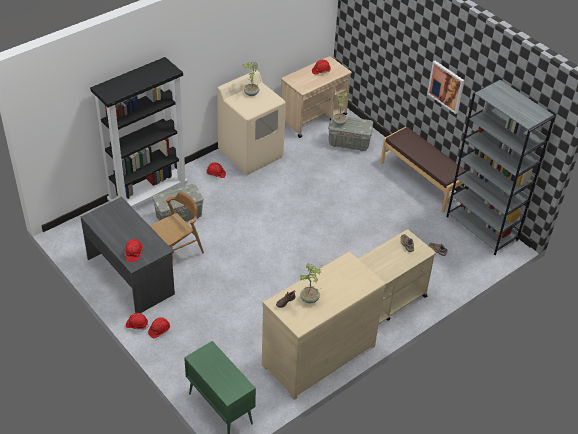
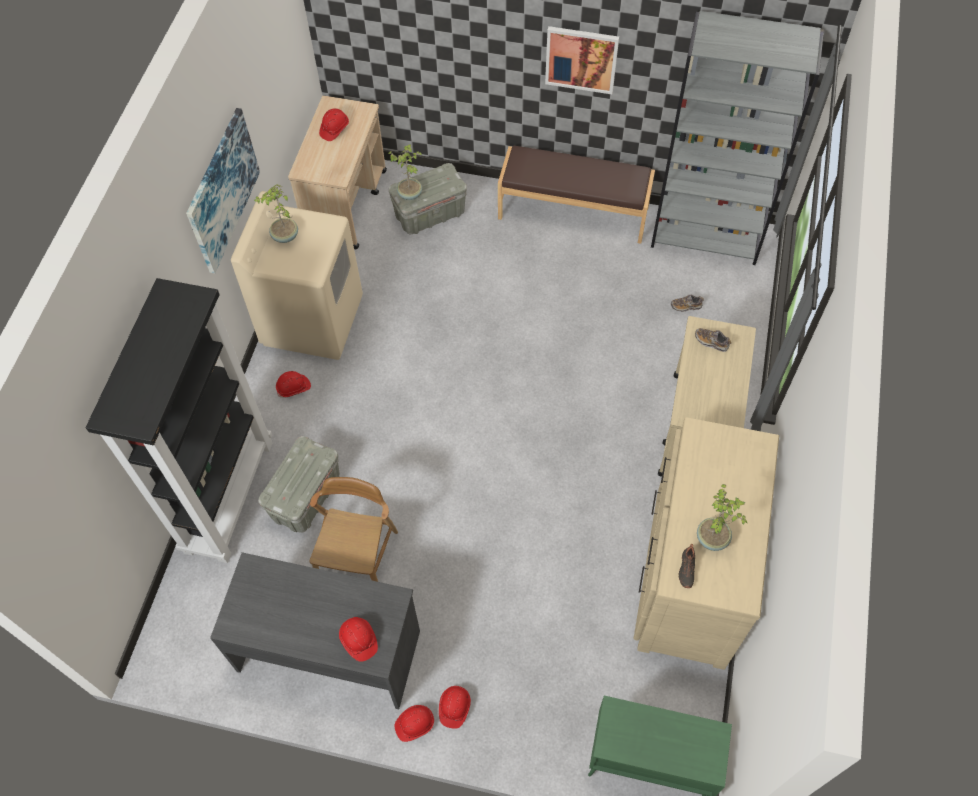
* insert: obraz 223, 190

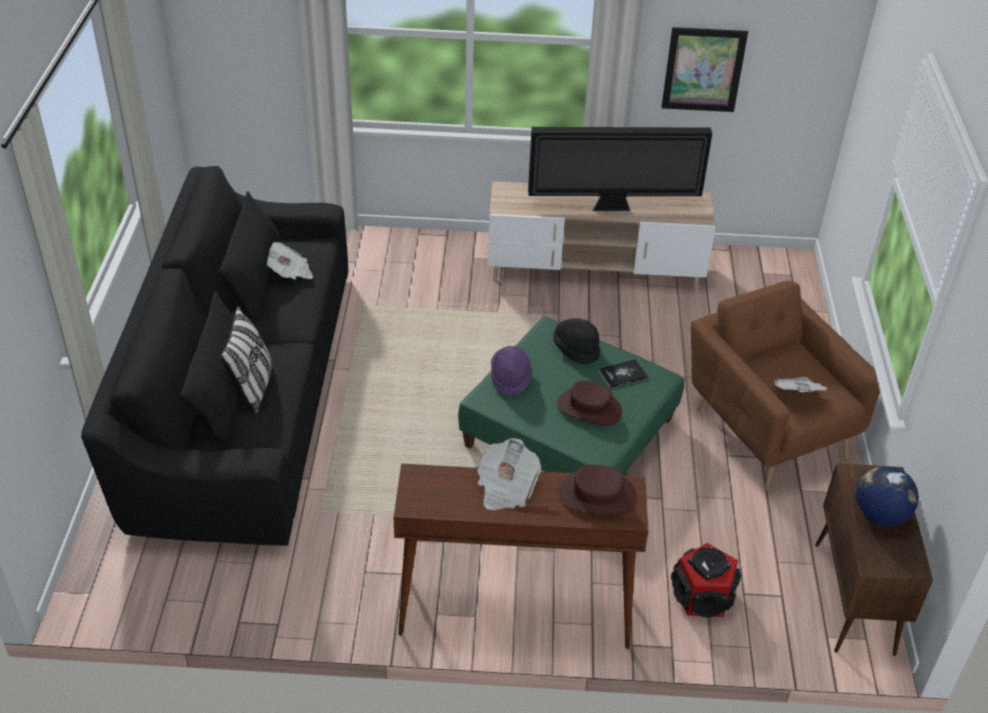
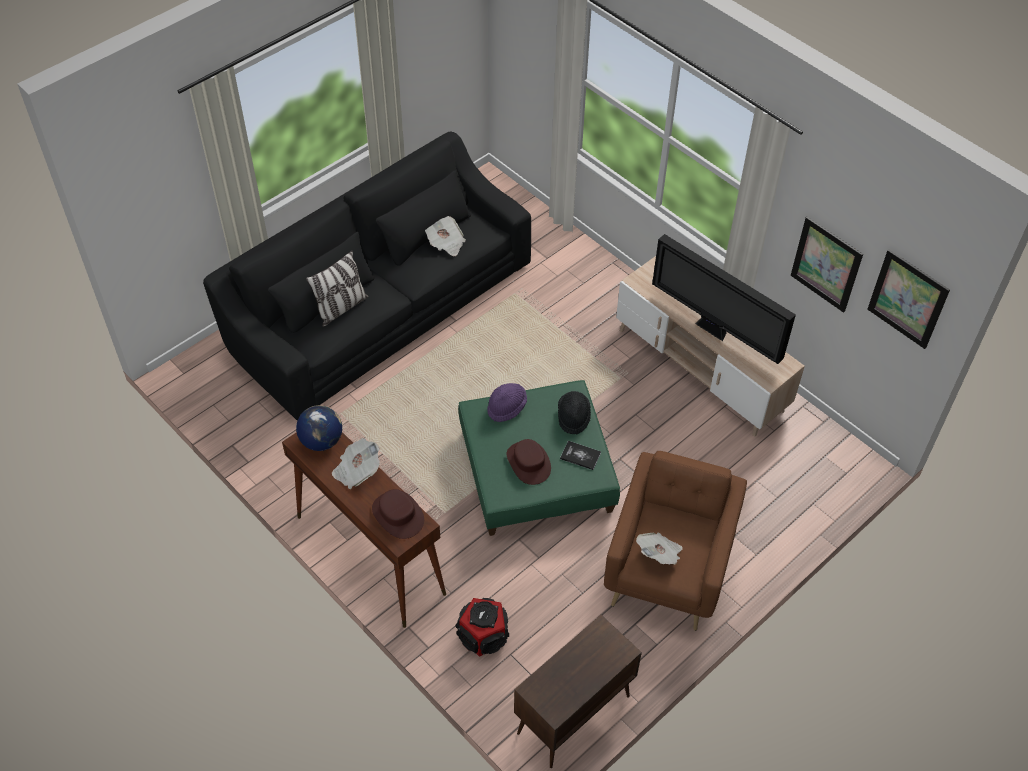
* move: globus 887, 496 to 319, 428
* insert: obraz 908, 299

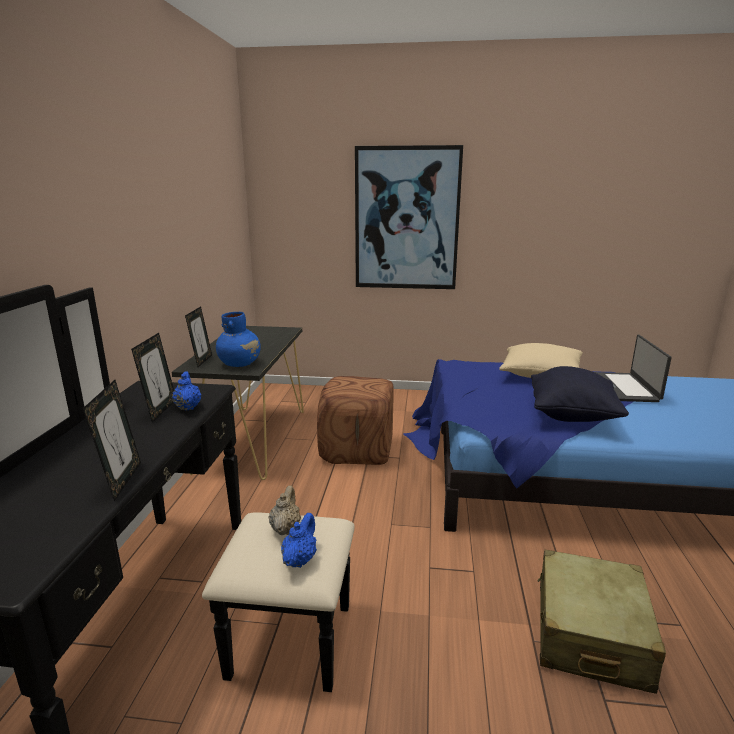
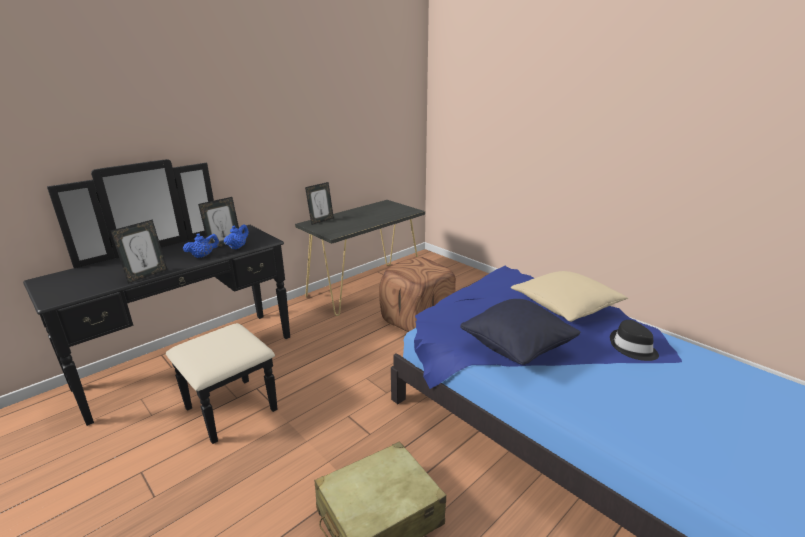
* delete: obraz 409, 217
* delete: wazon/niebieski 238, 339
* replace: laptop 633, 368 to kapelusz/czarny 634, 340
* delete: imbryk/beżowy 285, 510
* move: imbryk/niebieski 299, 540 to 201, 245

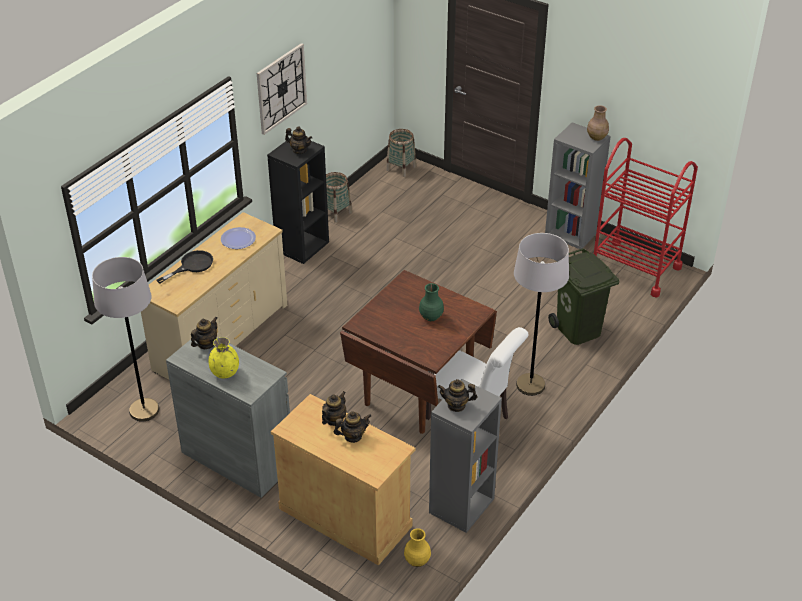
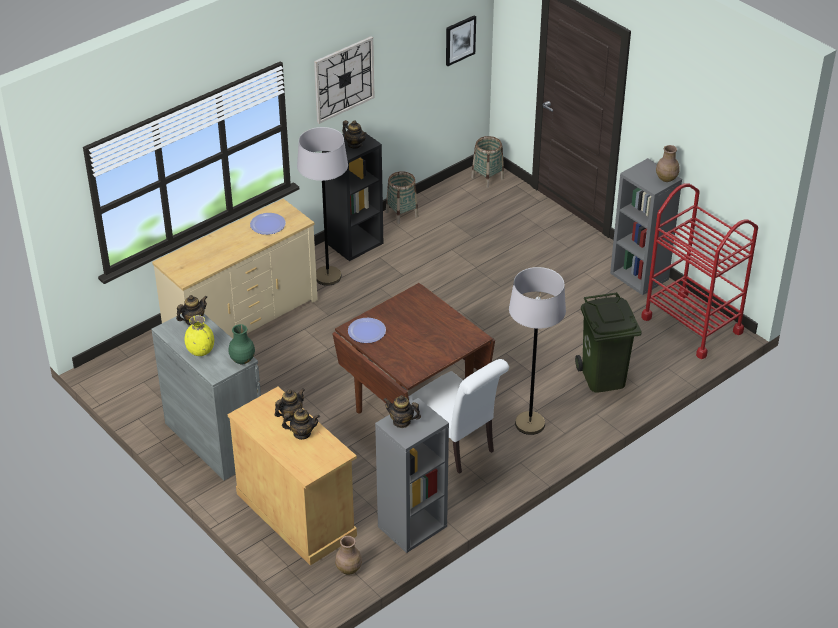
* delete: patelnia/czarny 185, 266
* move: lampa stojąca/szary 125, 339 to 322, 206
* move: wazon/zielony 431, 302 to 242, 344
* recolor: wazon/żółty 417, 547 to wazon/brązowy 348, 555
* insert: obraz 461, 40
* insert: talerz 367, 330

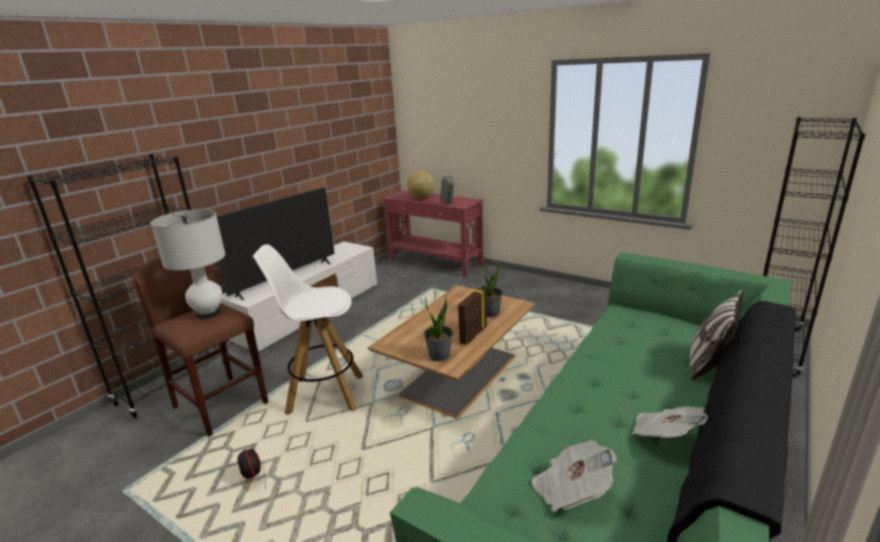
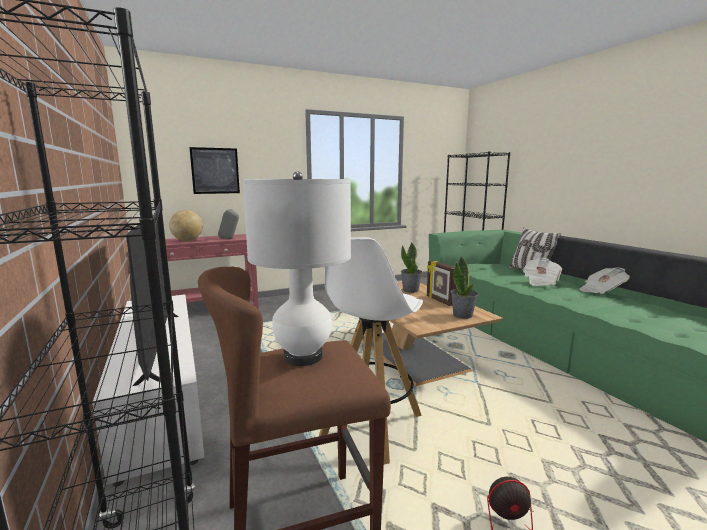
* move: gazeta 574, 476 to 543, 272
* insert: obraz 214, 170

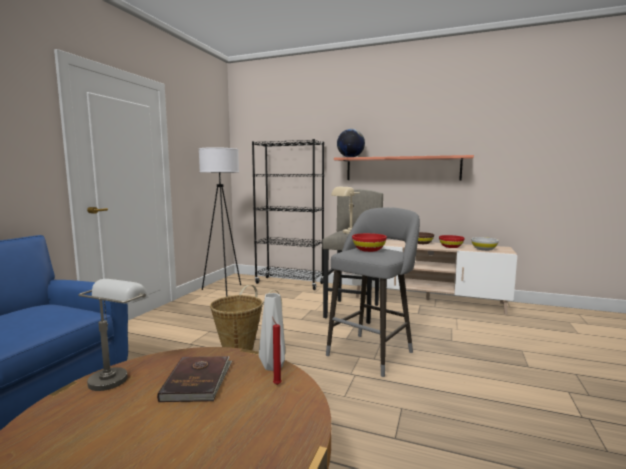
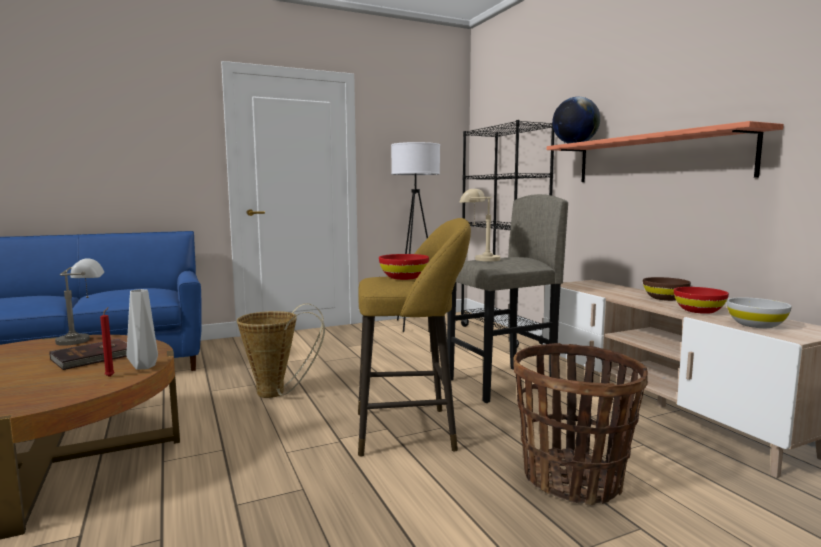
* recolor: stołek/szary 373, 292 to stołek/żółty 414, 337
* insert: koszyk 580, 424

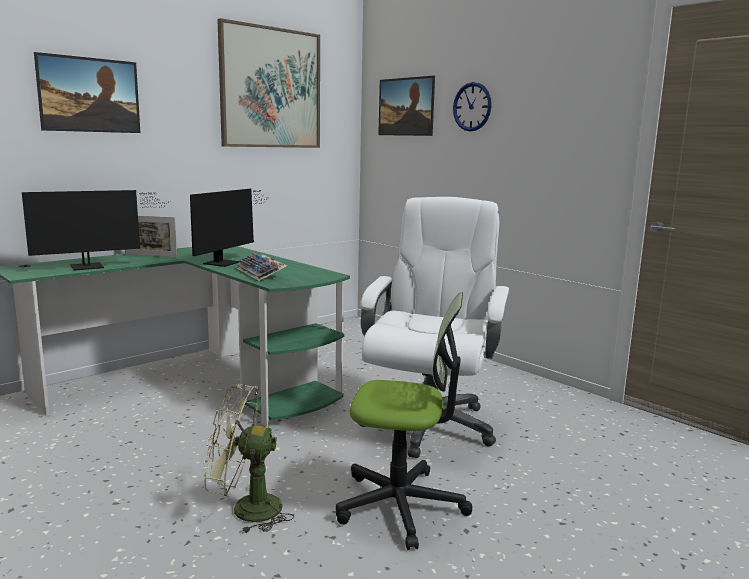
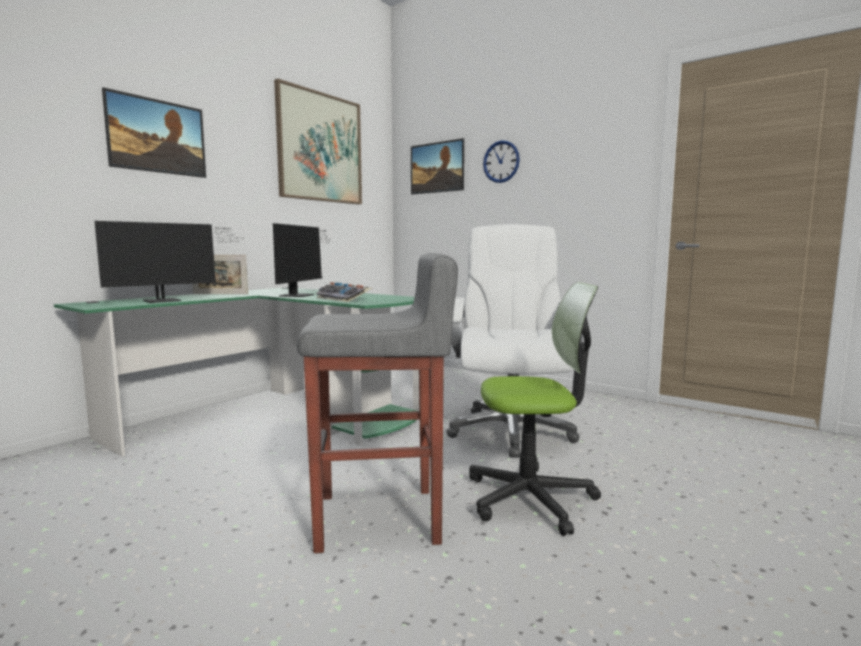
* replace: wentylator/zielony 248, 459 to stołek/szary 377, 403

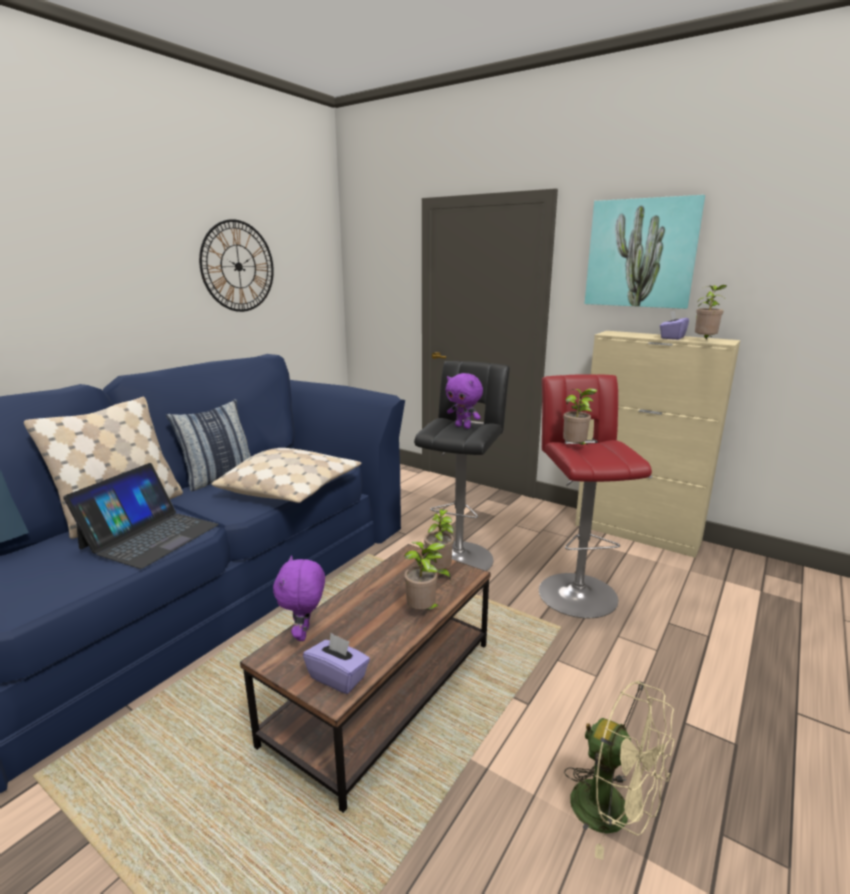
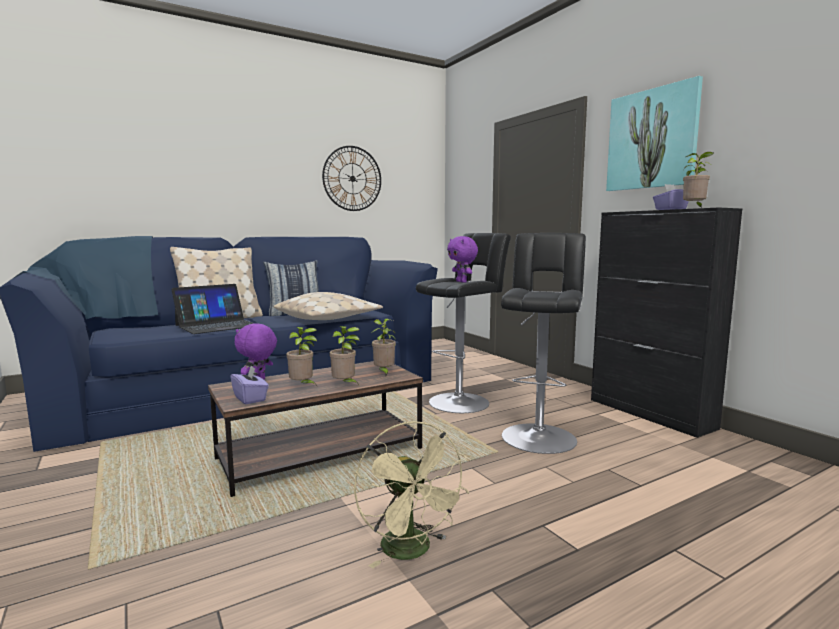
* recolor: szafka/beżowy 657, 444 to szafka/czarny 666, 322
* recolor: stołek/czerwony 595, 496 to stołek/czarny 543, 343
* move: roślina doniczkowa 580, 416 to 301, 356

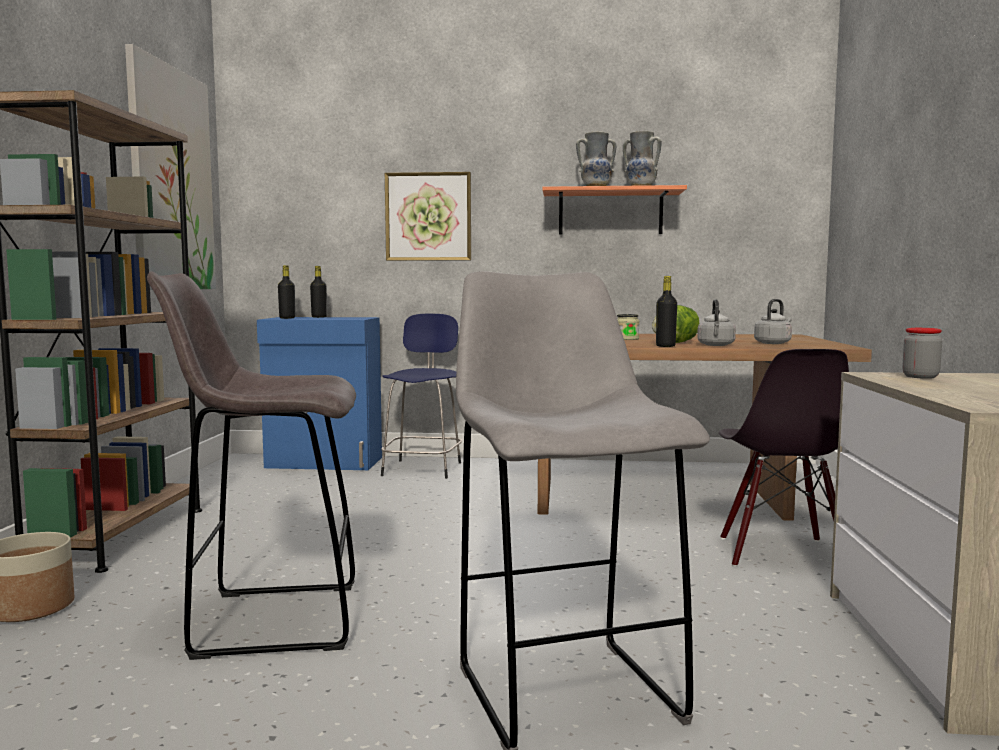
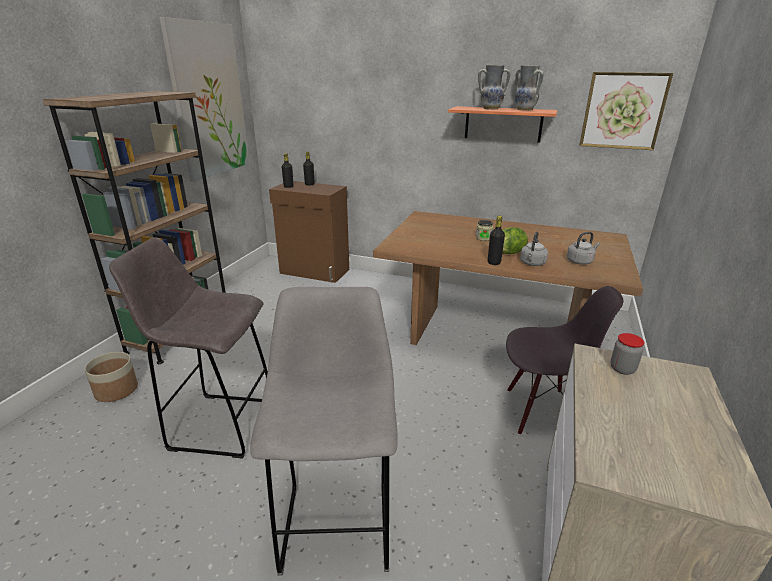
* move: obraz 428, 216 to 626, 111
* delete: stołek/niebieski 421, 396
* recolor: szafka/niebieski 319, 393 to szafka/brązowy 309, 232
* rotate: krzesło/czarny 784, 458 = 565, 360 105 degrees counterclockwise

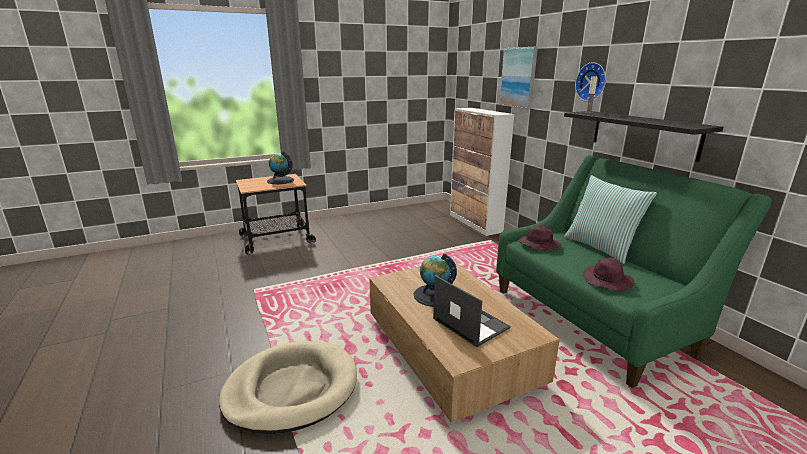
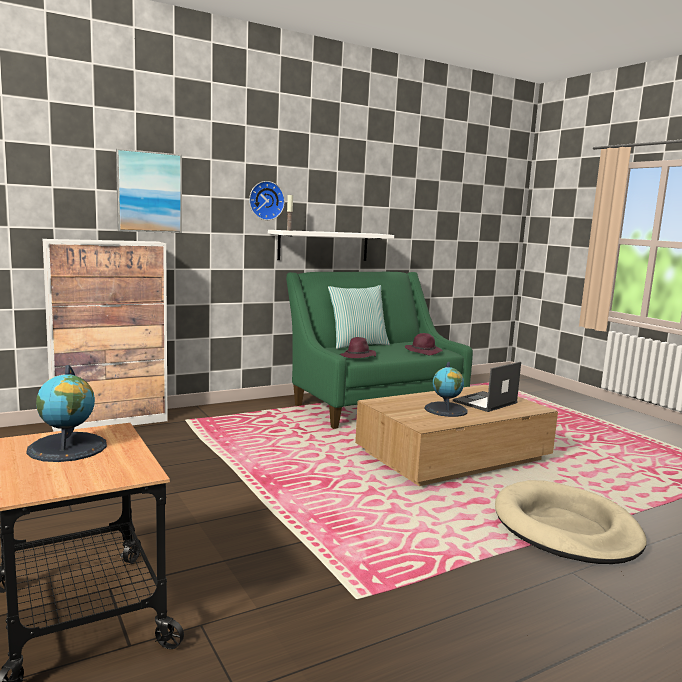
* recolor: półka/czarny 644, 136 to półka/biały 331, 245

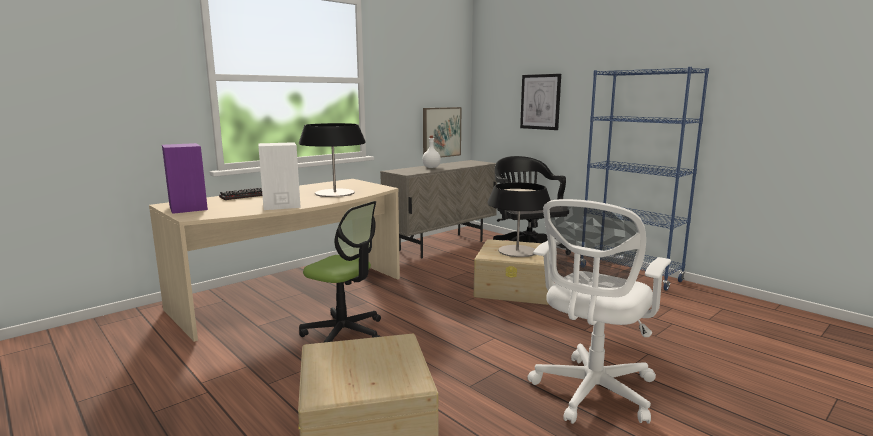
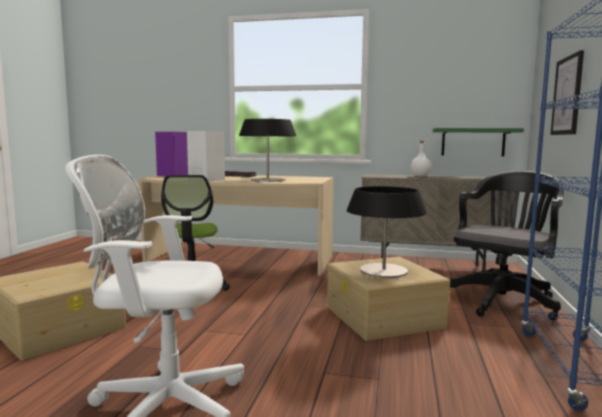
* replace: obraz 442, 132 to półka/zielony 478, 142

